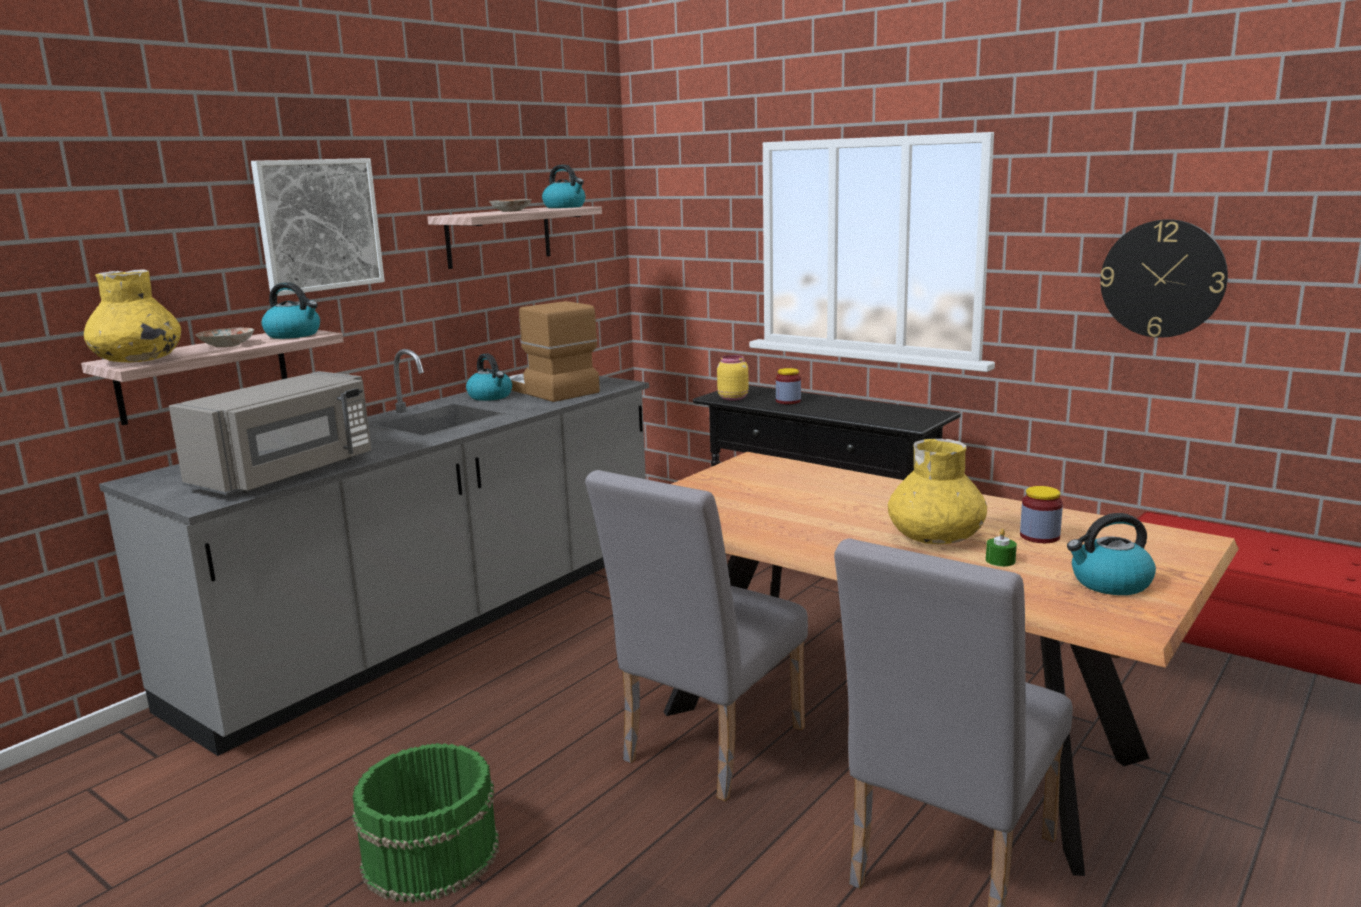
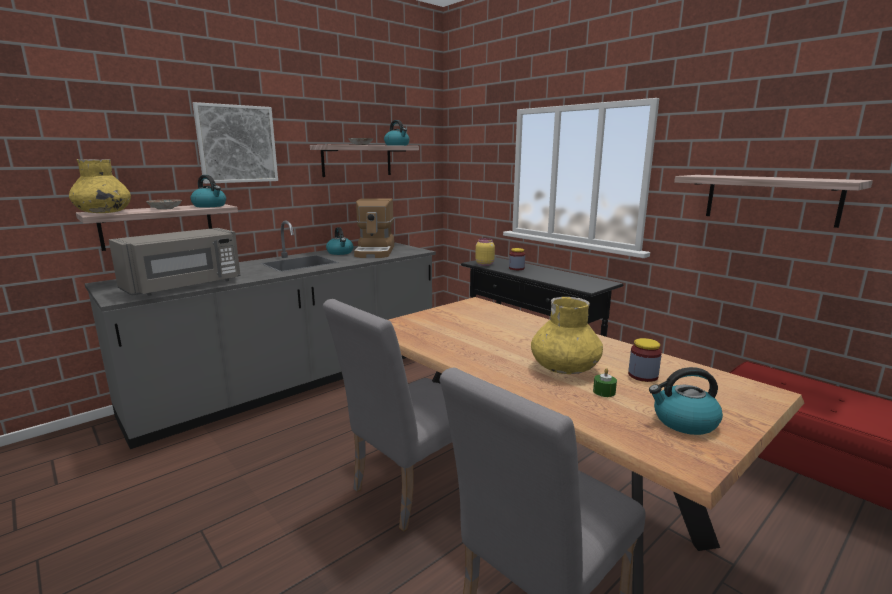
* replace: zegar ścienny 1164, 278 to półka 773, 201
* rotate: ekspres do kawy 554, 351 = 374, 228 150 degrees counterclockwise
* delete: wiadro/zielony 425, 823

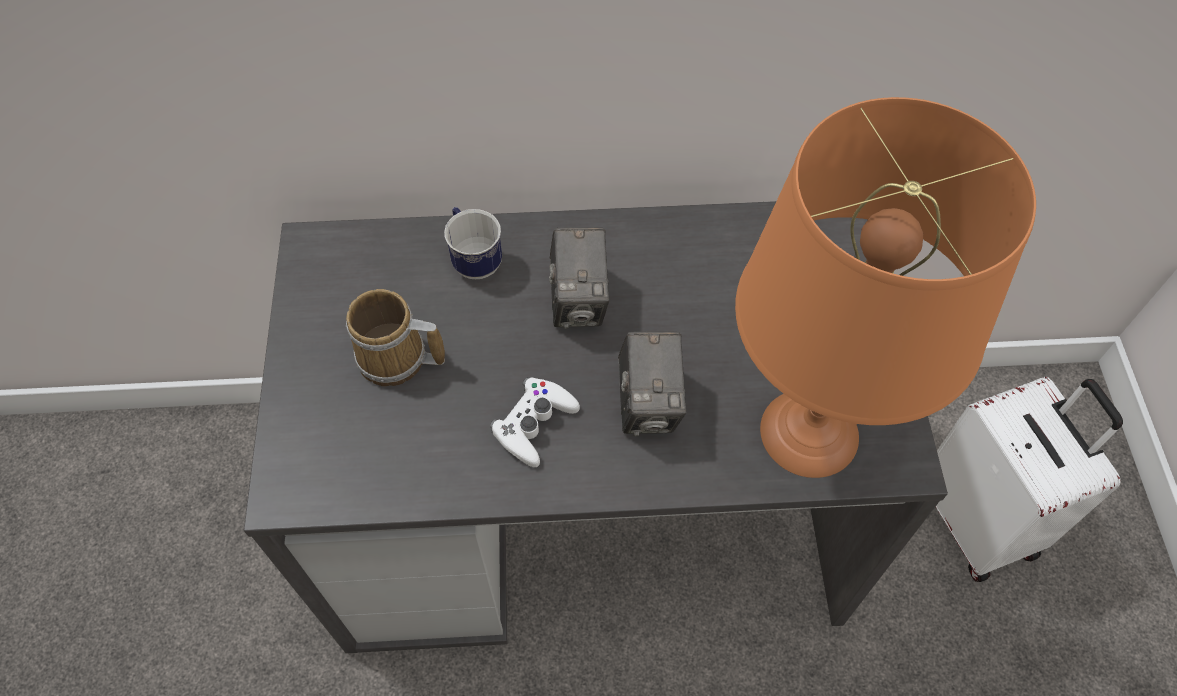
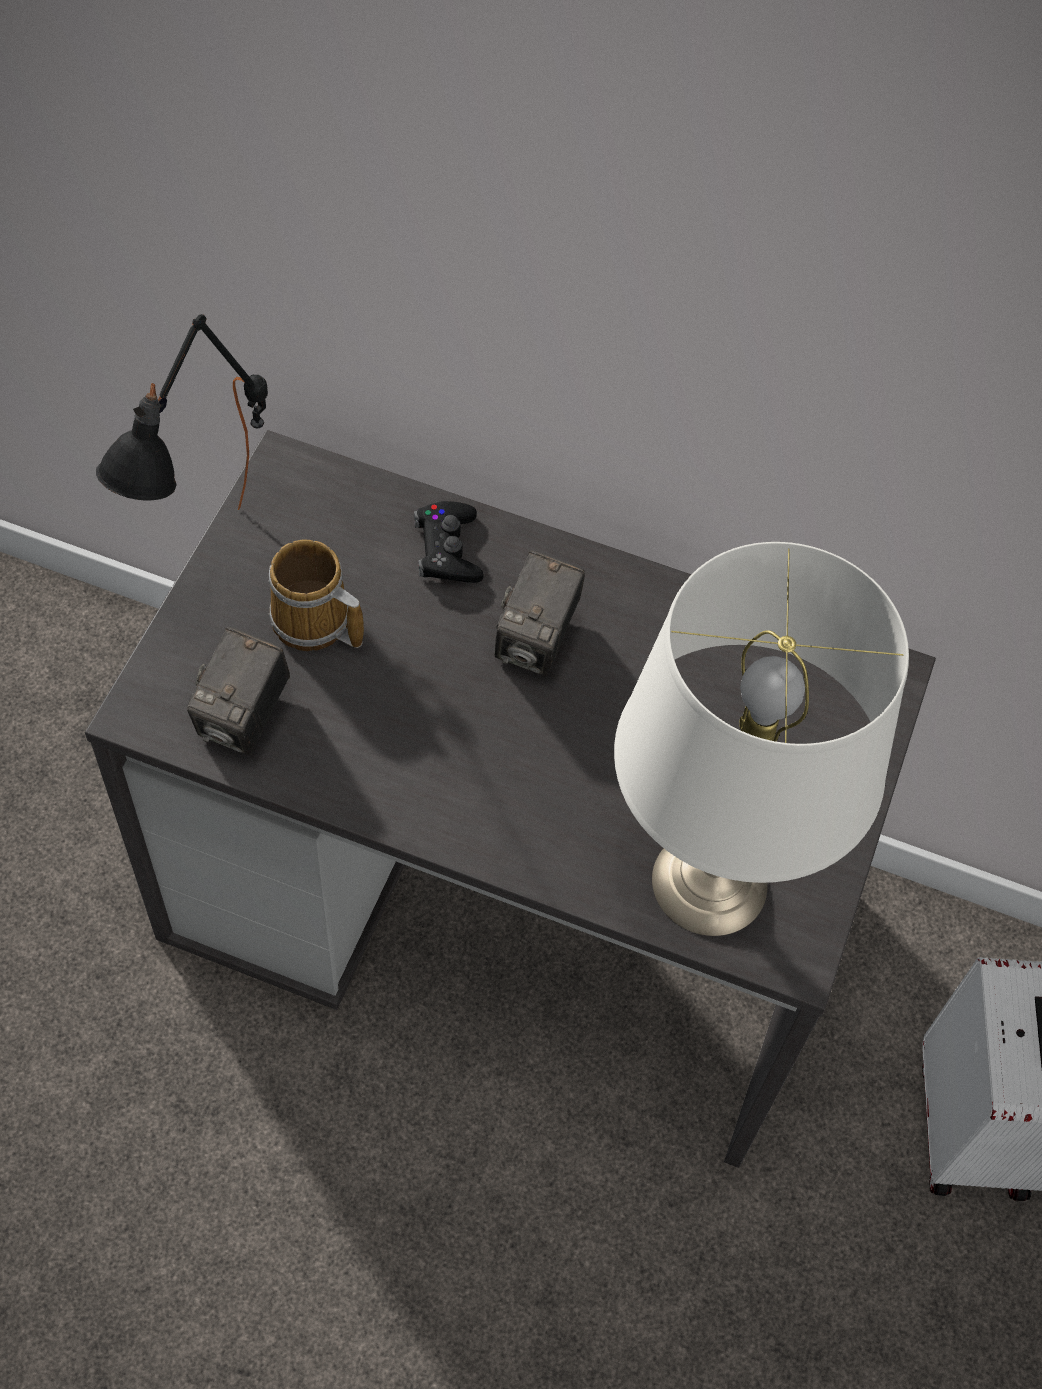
* recolor: lampa stołowa/pomarańczowy 885, 287 to lampa stołowa/biały 761, 739
* replace: kubek 473, 243 to pad do gier/czarny 449, 542
* move: aparat fotograficzny 652, 383 to 238, 690
* delete: pad do gier/biały 535, 422
* insert: lampa stołowa/czarny 182, 412

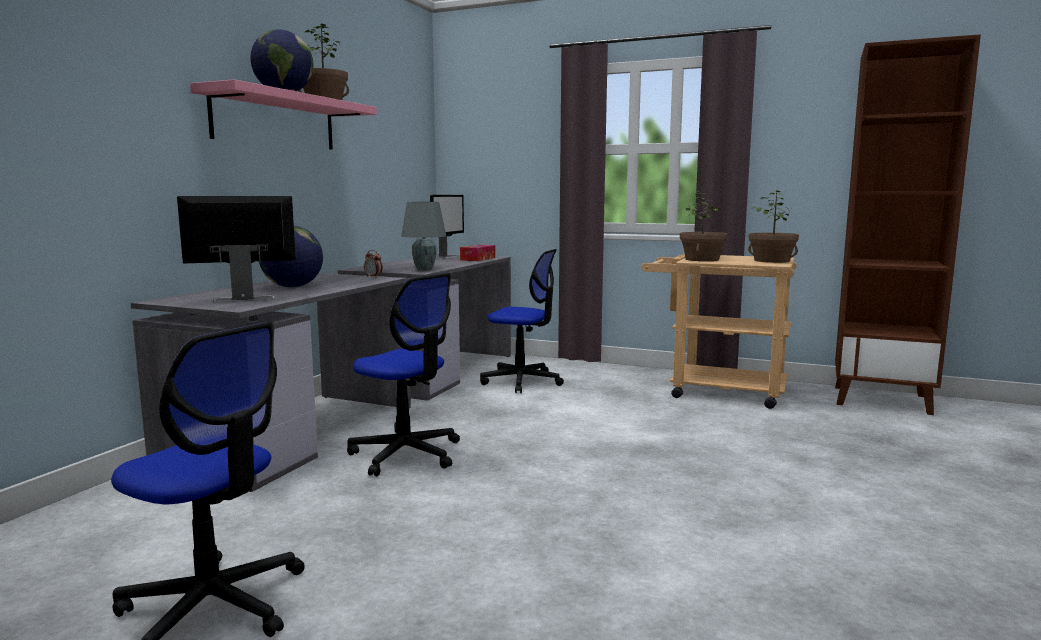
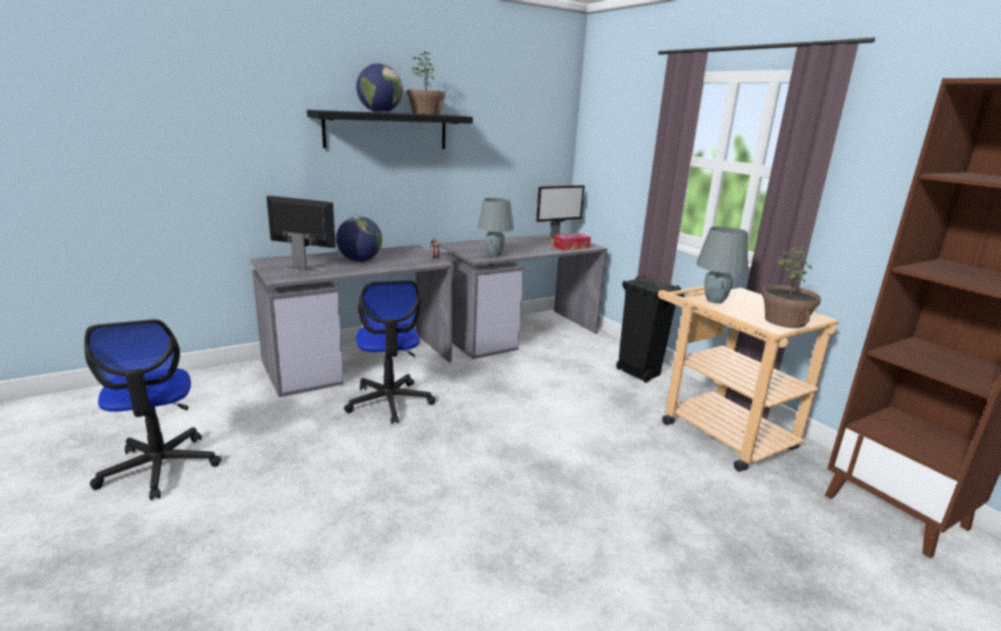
* recolor: półka/różowy 283, 114 to półka/czarny 390, 129
* replace: roślina doniczkowa 703, 226 to lampa stołowa/szary 722, 265
* delete: krzesło biurowe 522, 321
* insert: kosz na śmieci/czarny 650, 329

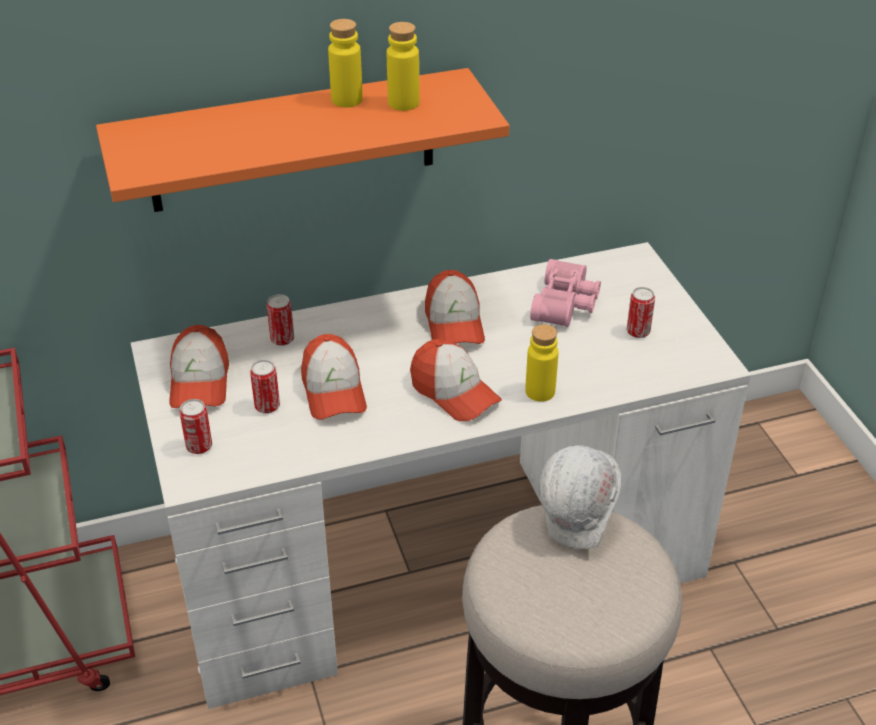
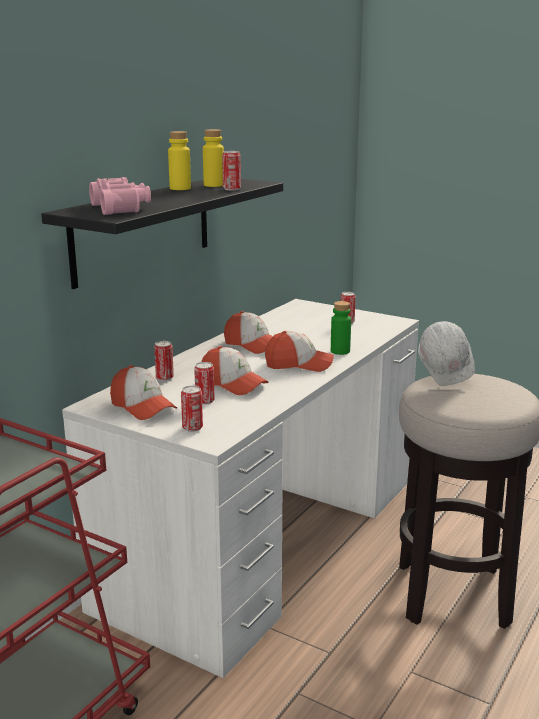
* recolor: półka/pomarańczowy 302, 140 to półka/czarny 162, 234
* move: lornetka/różowy 565, 293 to 120, 196
* recolor: butelka/żółty 542, 362 to butelka/zielony 341, 328
* insert: puszka 231, 171

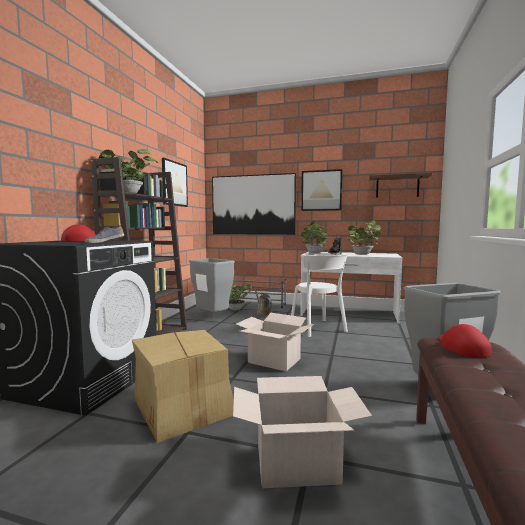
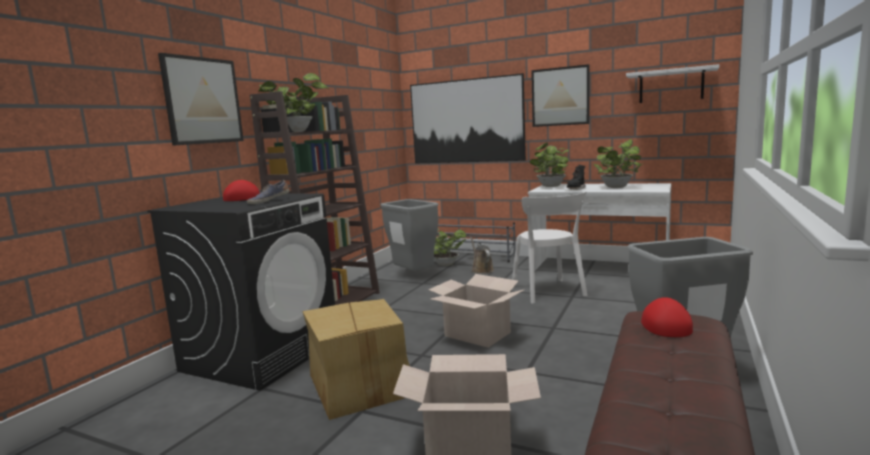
* move: obraz 175, 182 to 201, 99
* recolor: półka/brązowy 400, 185 to półka/biały 672, 83

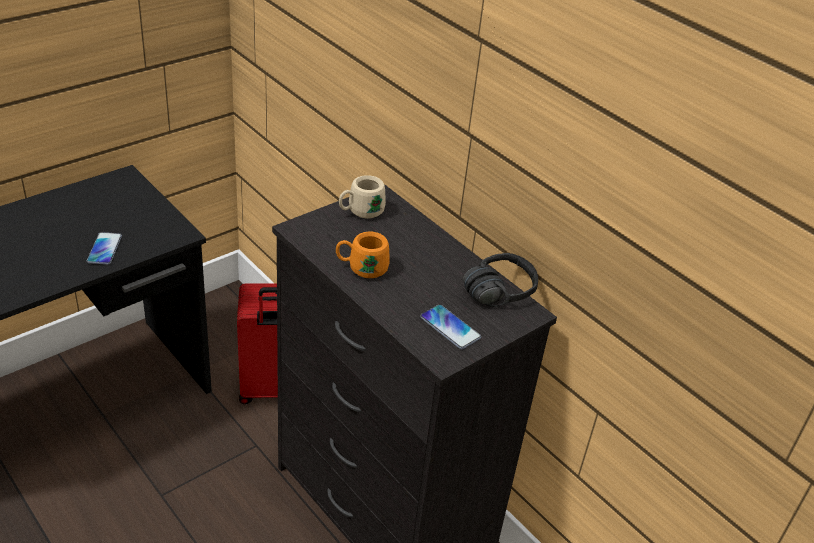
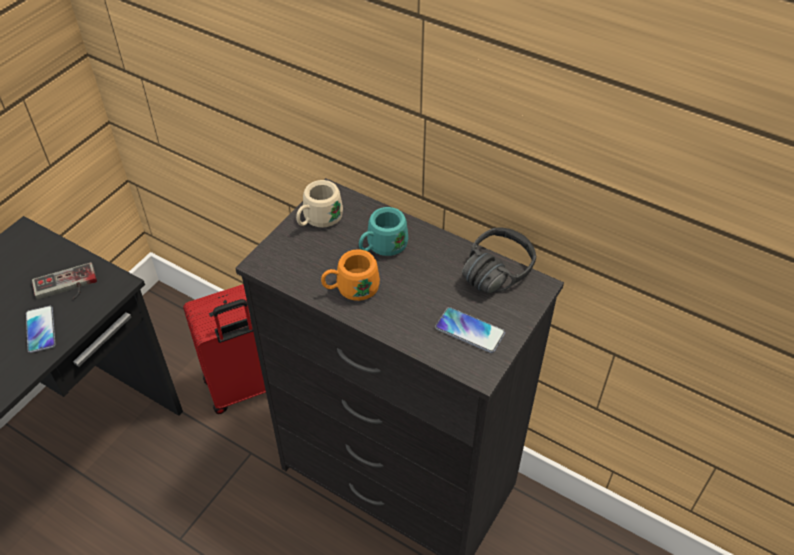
* insert: kubek/turkusowy 383, 231
* insert: pad do gier 64, 281

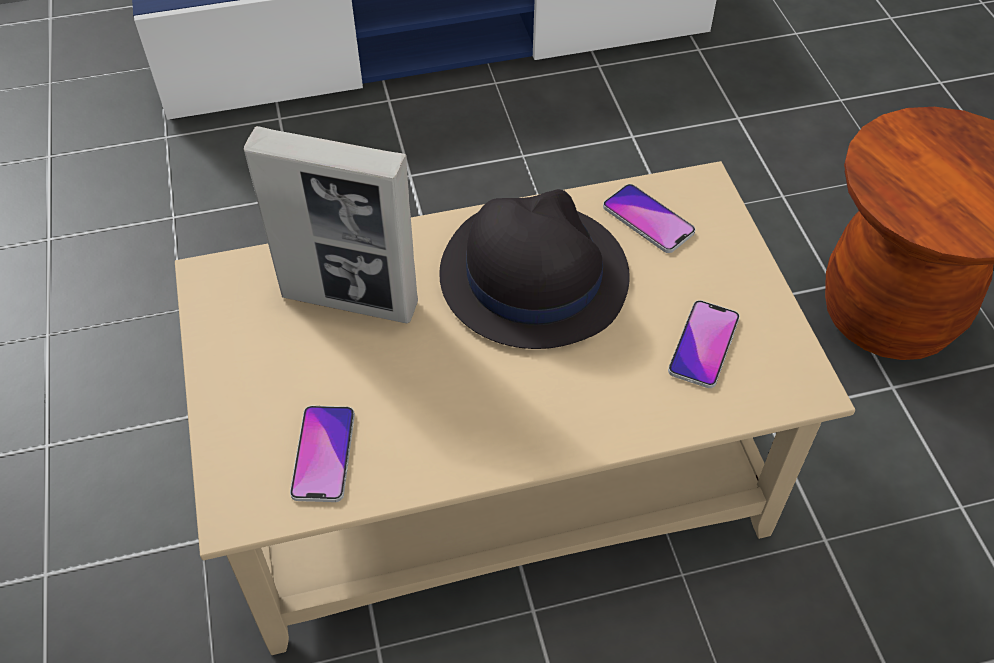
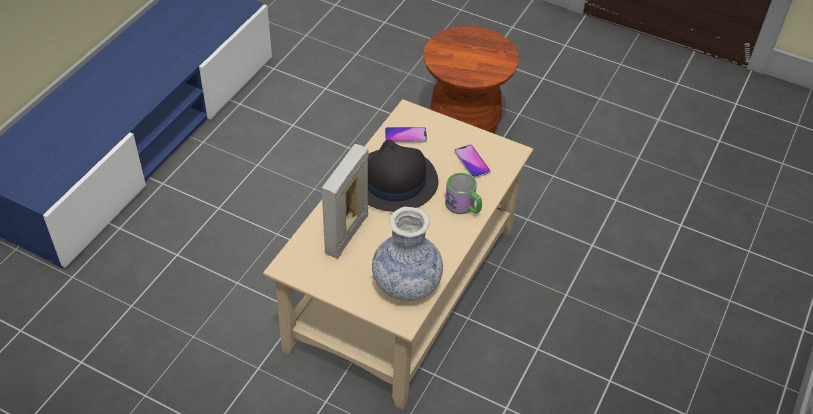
* rotate: ramka na zdjęcie 331, 225 = 345, 201 150 degrees clockwise
* replace: telefon 322, 454 to wazon 407, 253
* insert: kubek 463, 193

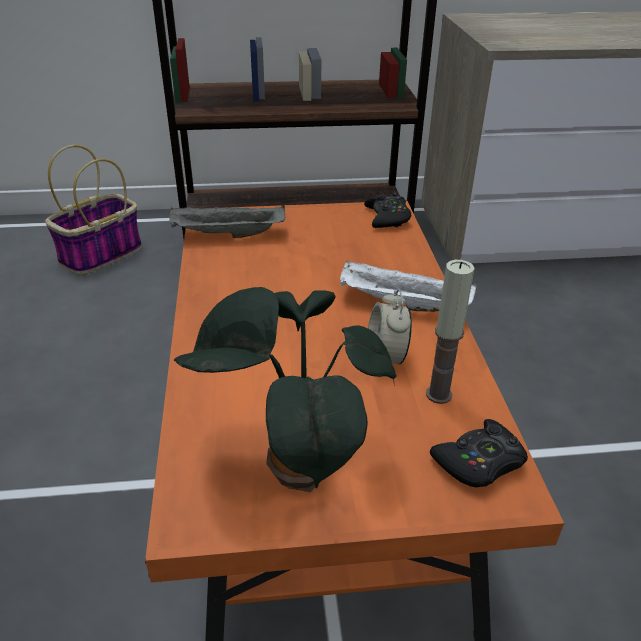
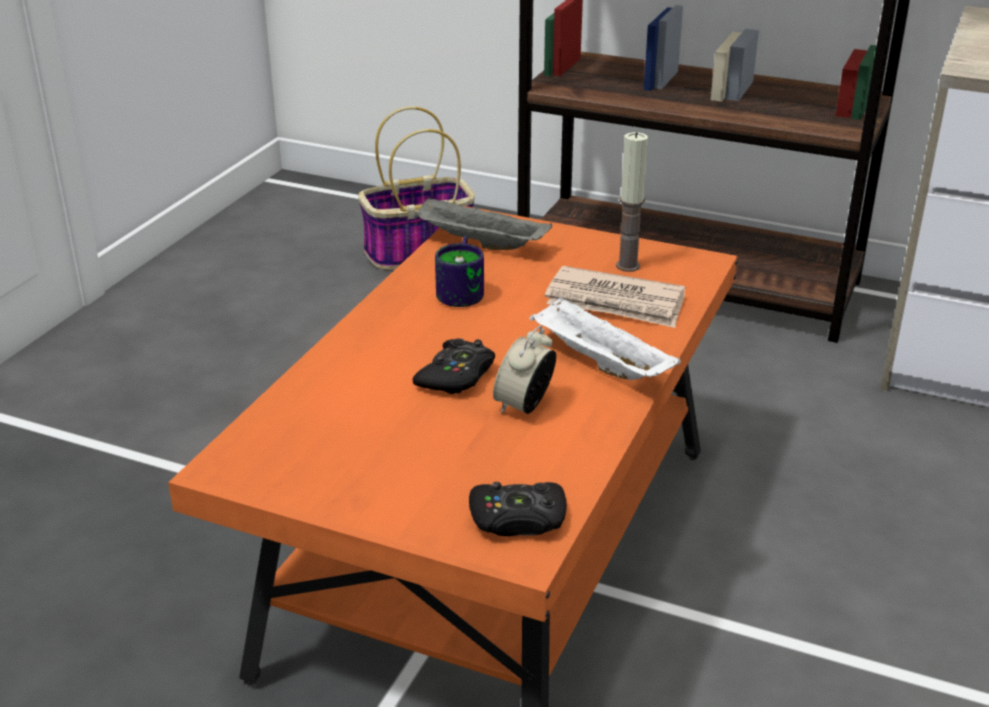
* move: pad do gier/czarny 387, 210 to 454, 366
* move: świeca 450, 332 to 632, 202
* delete: roślina doniczkowa 285, 389
* insert: kubek 459, 271
* insert: gazeta 615, 297

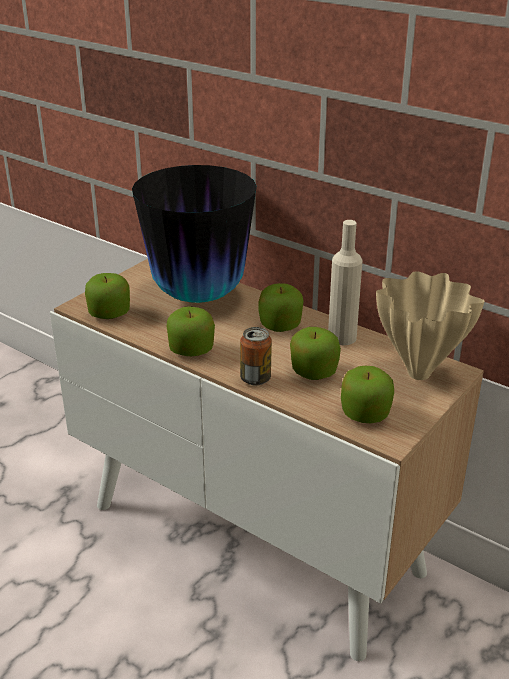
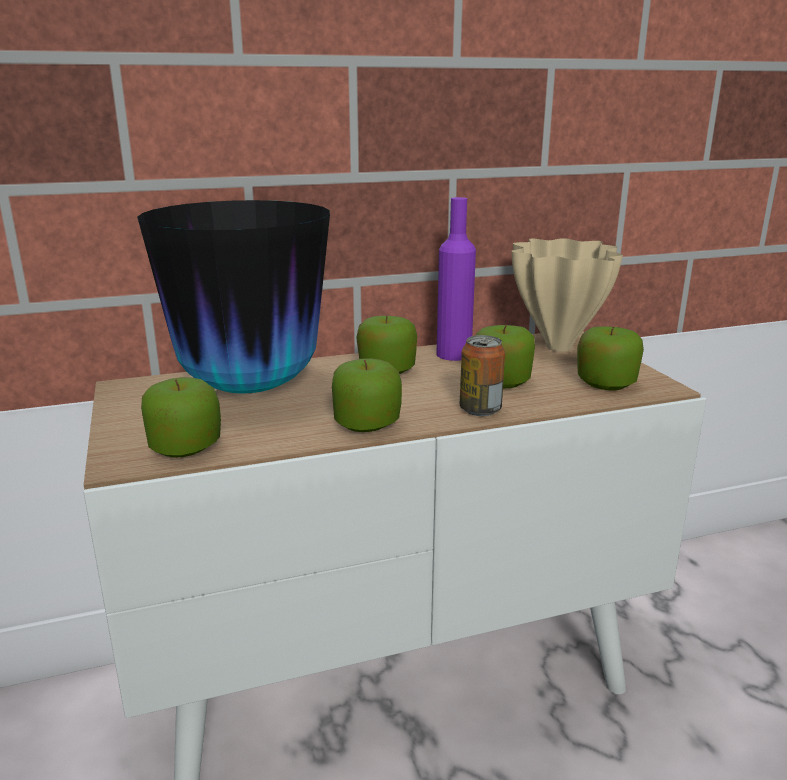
* recolor: butelka/beżowy 345, 282 to butelka/fioletowy 456, 279

